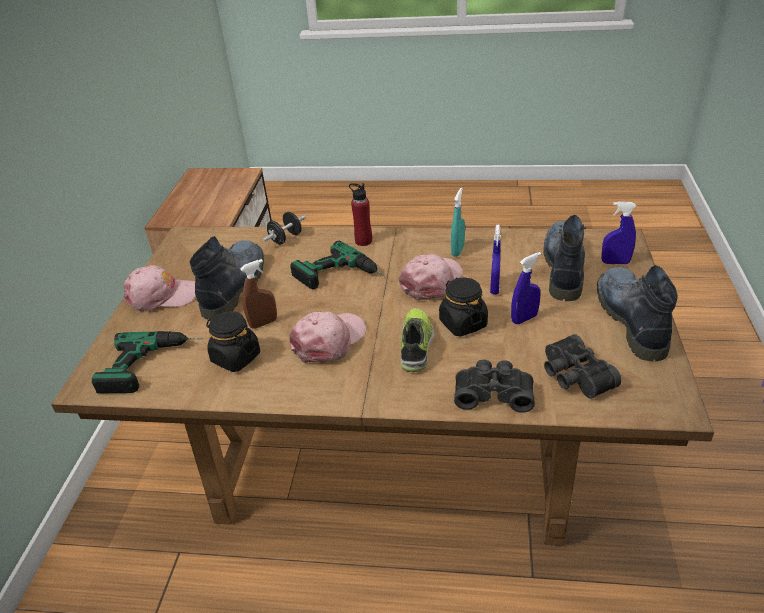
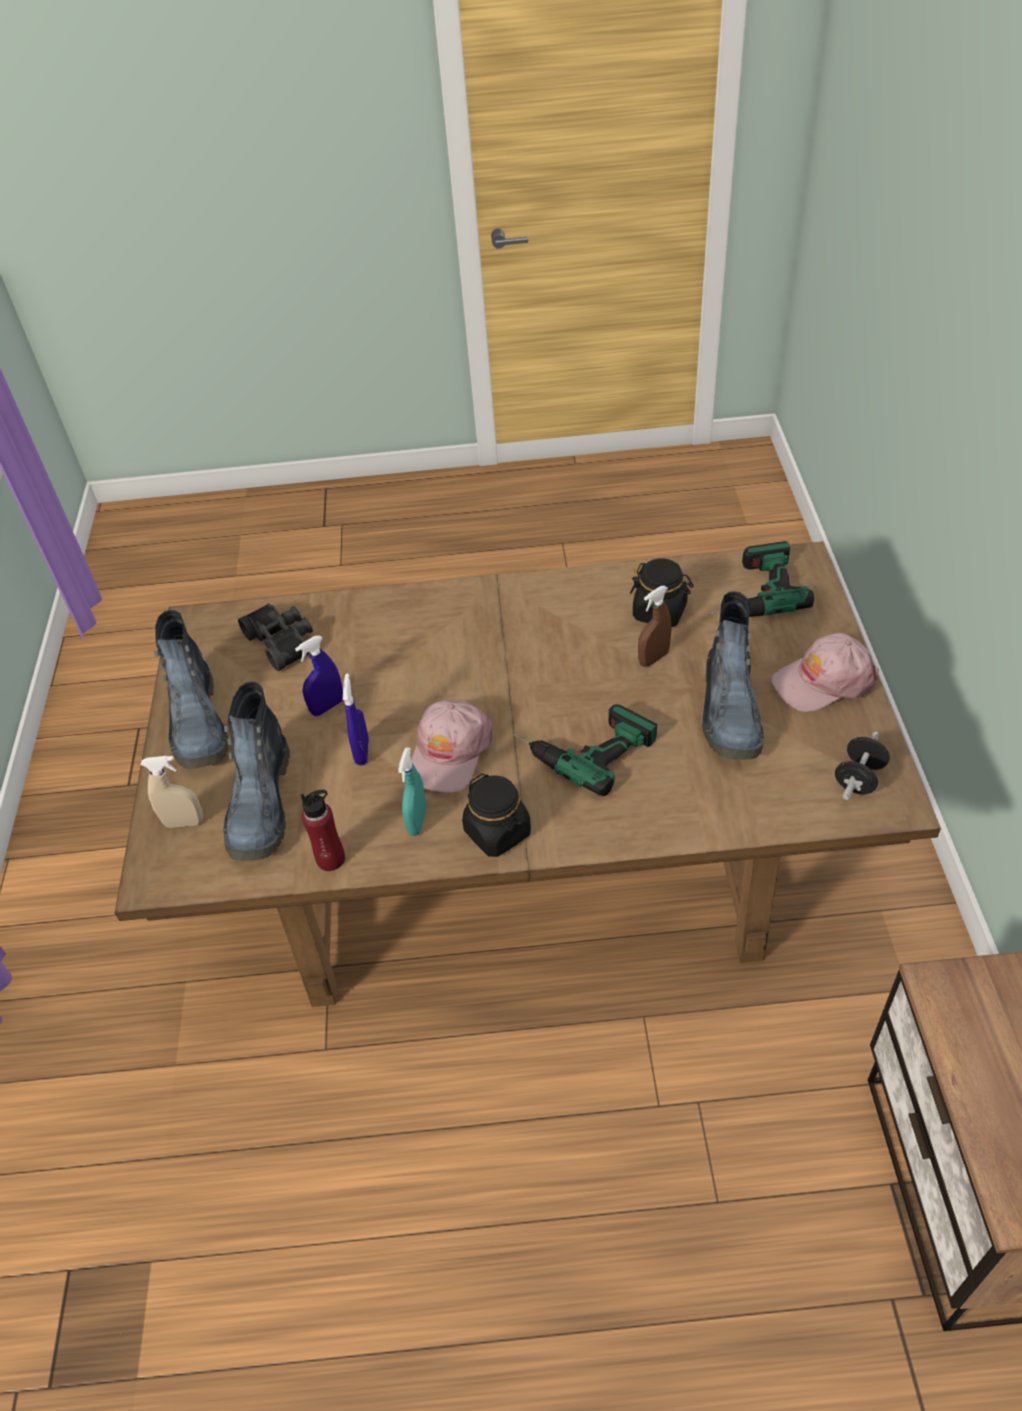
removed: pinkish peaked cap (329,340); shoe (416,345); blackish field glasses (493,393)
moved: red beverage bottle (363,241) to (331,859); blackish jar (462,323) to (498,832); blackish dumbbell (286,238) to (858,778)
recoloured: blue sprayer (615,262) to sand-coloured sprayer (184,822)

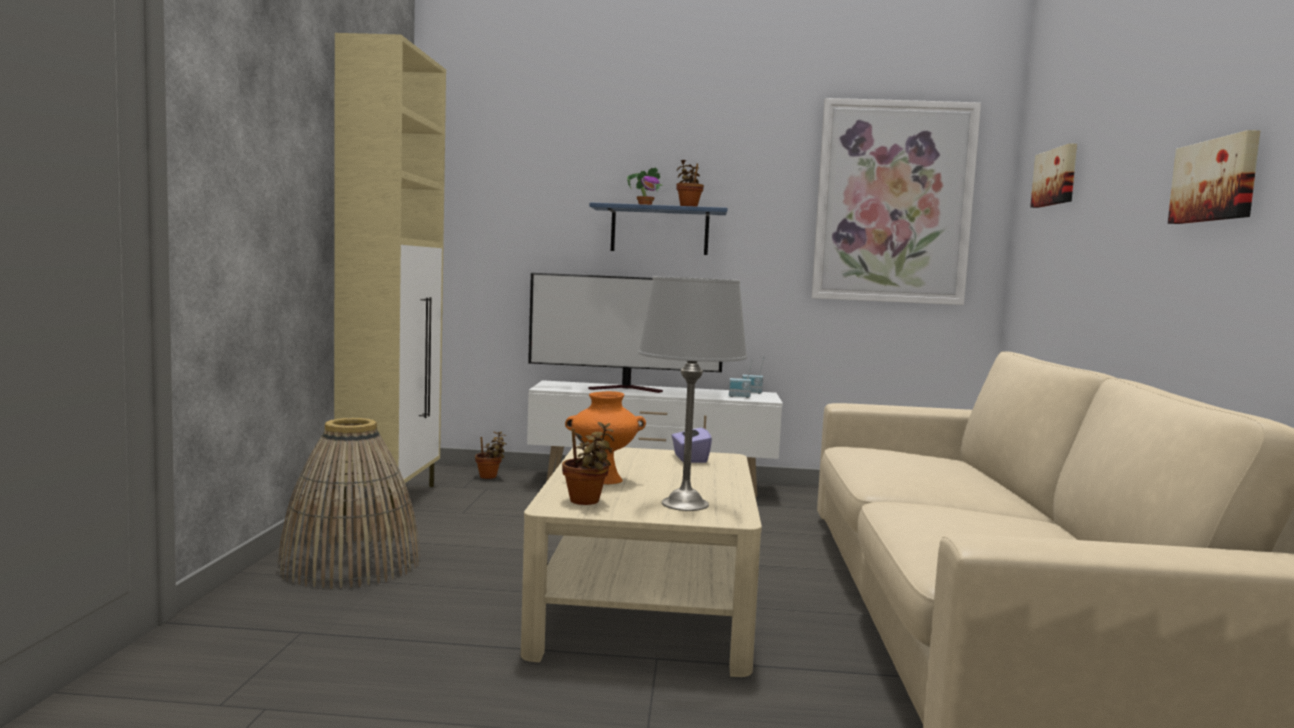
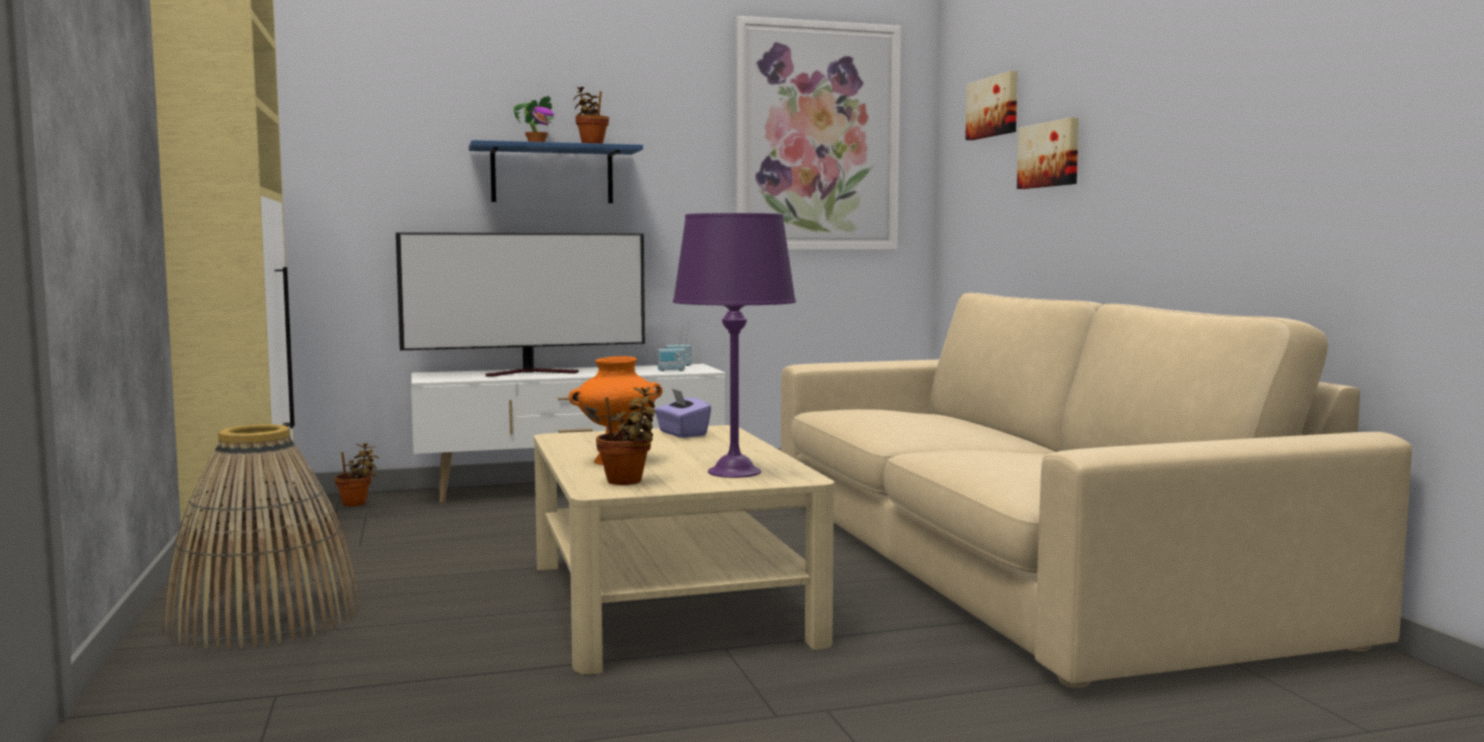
moved: wall picture (1216,180) to (1050,154)
recoloured: gray lamp for a table (685,504) to purple lamp for a table (735,472)

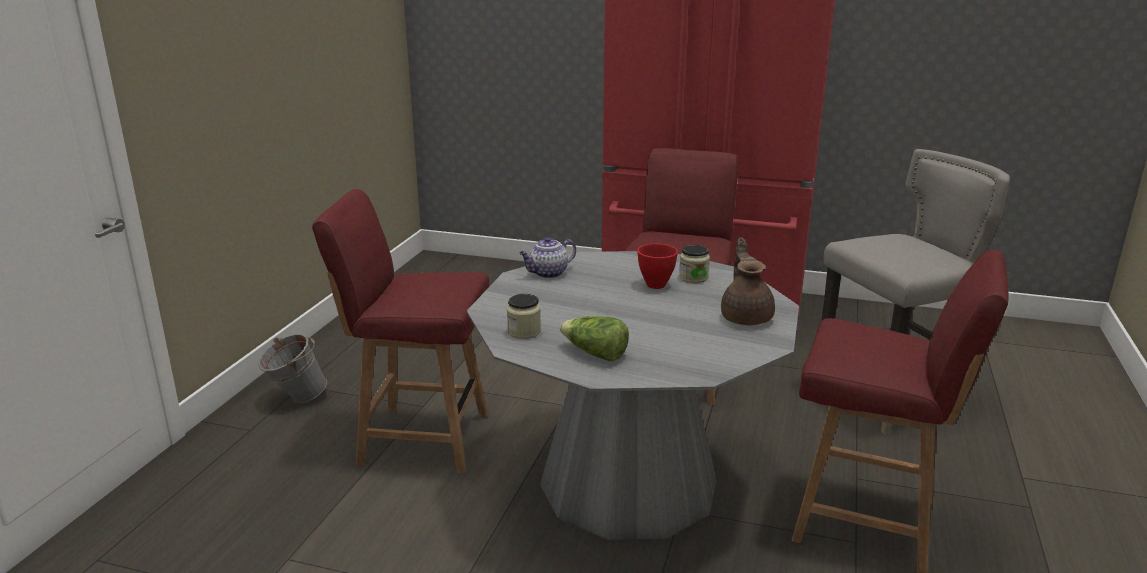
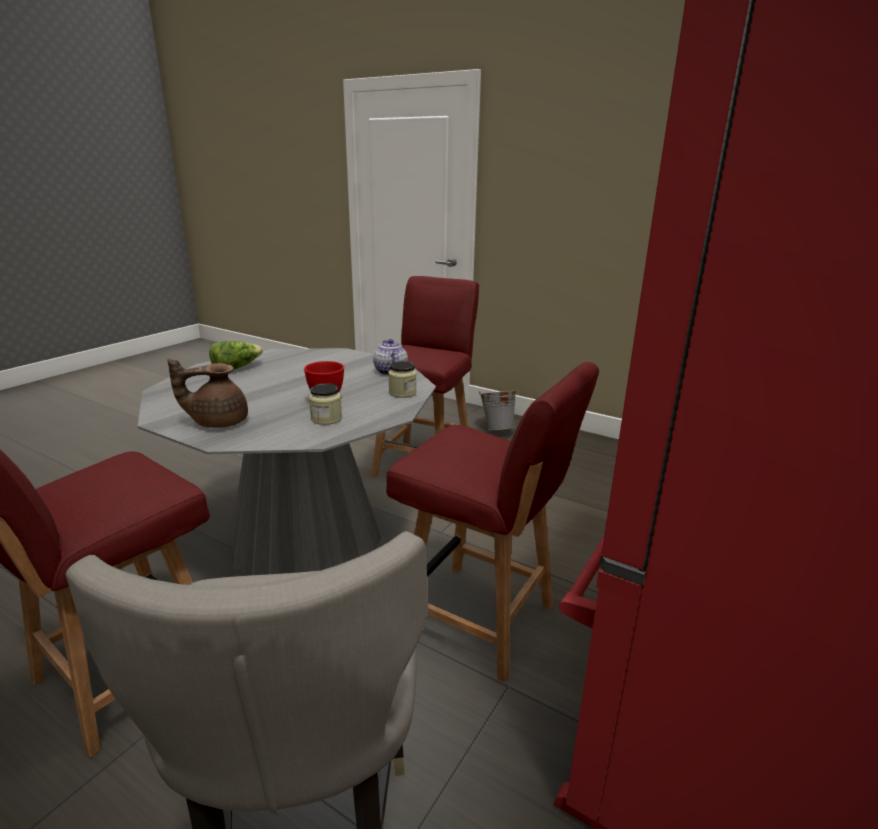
moved: jar (524,332) to (402,393)
turned: brownish teapot (746,317) = (218,422) 150 degrees clockwise

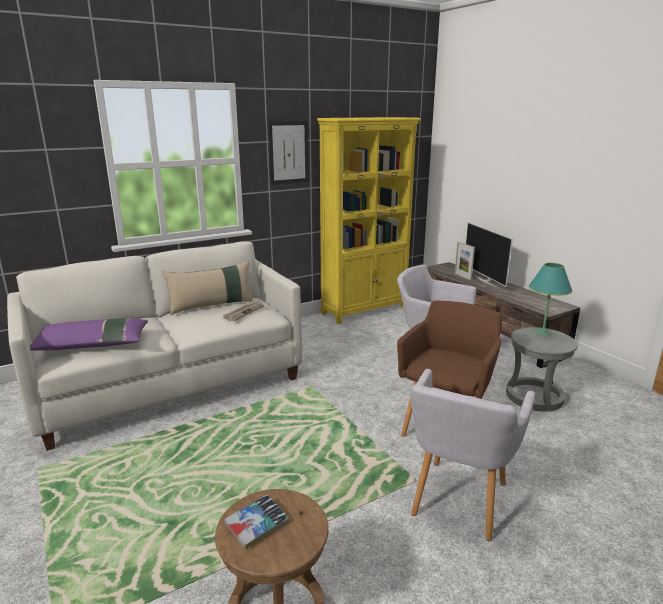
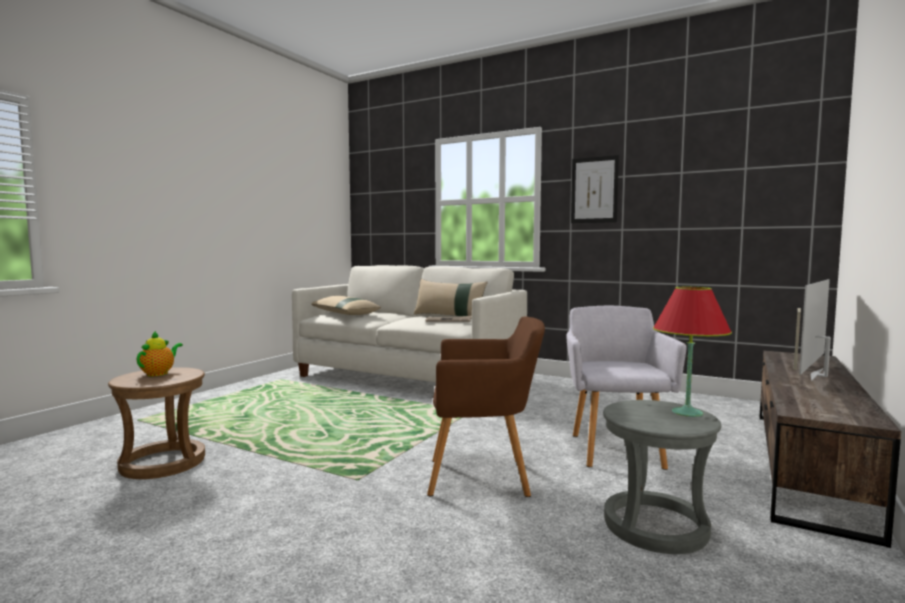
removed: yellow-coloured bookcase (365,310); gray lounge chair (457,501)
replaced: book (257,525) to teapot (159,373)
recoloured: purple pillow (92,344) to sand-coloured pillow (344,313); turquoise lamp for a table (543,332) to red lamp for a table (687,412)

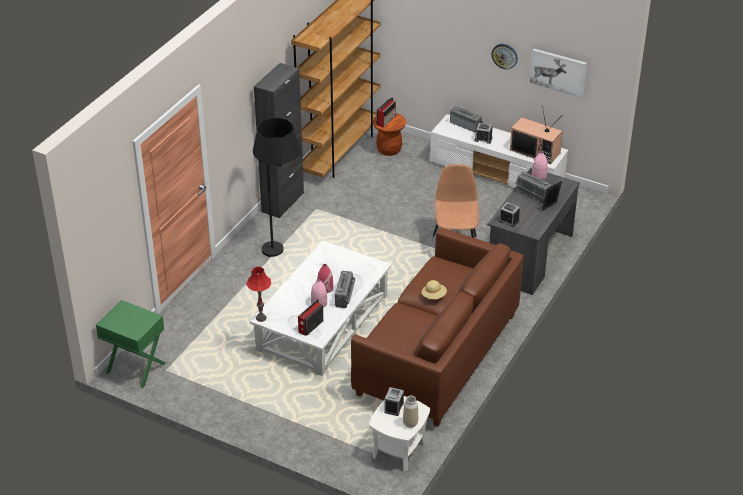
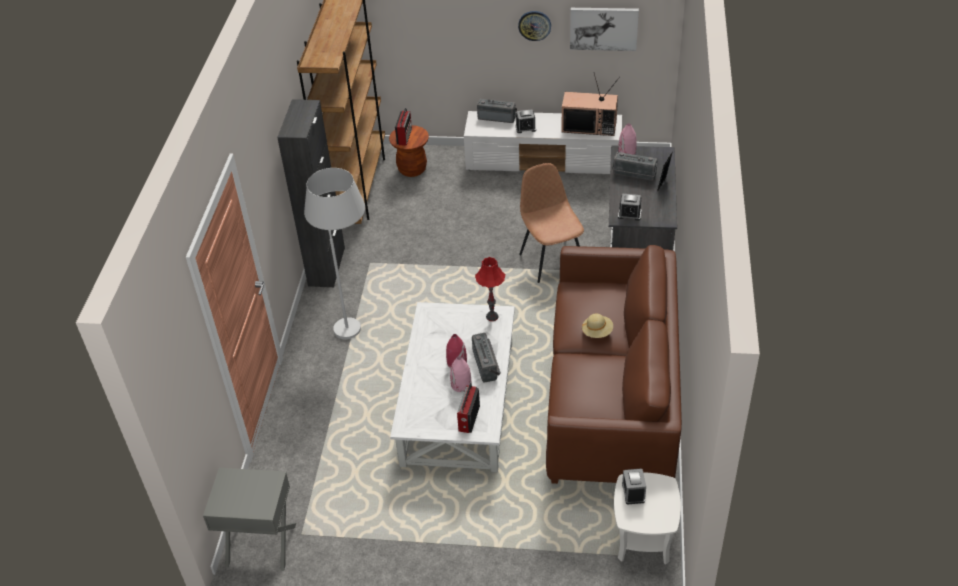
removed: vase (410,423)
moved: red lamp for a table (261,318) to (492,317)
recoloured: greenish night table (135,368) to gray night table (261,545); blackish floor lamp (281,244) to whitish floor lamp (353,319)

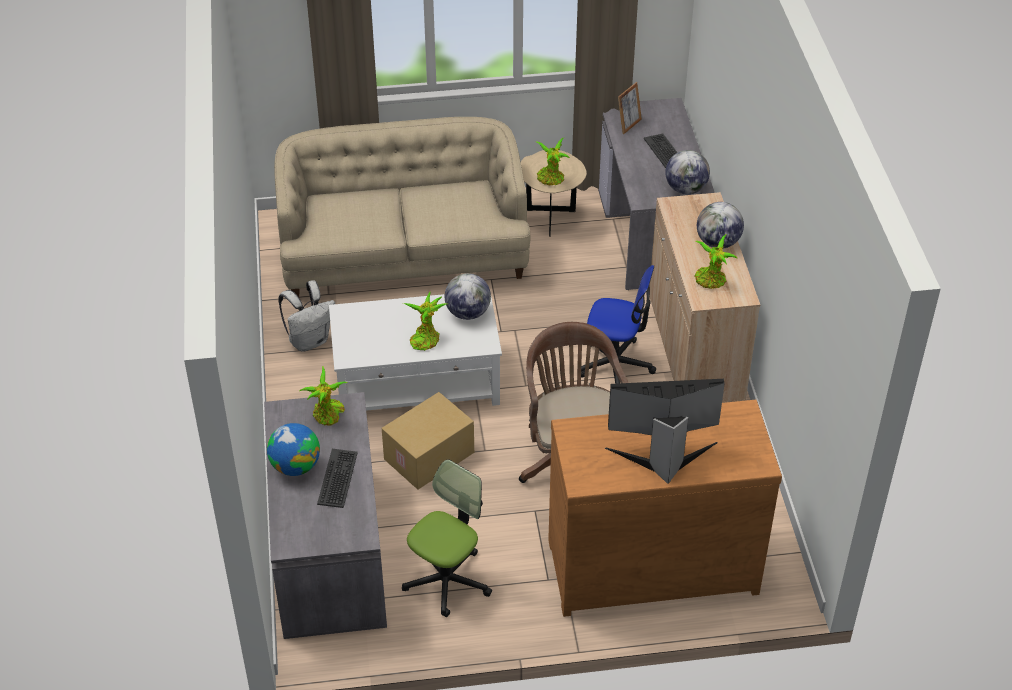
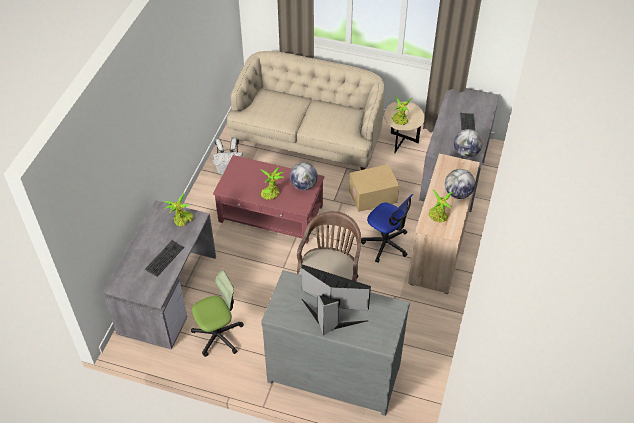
removed: world globe (295,466); photo frame (628,125)
moved: carton (429,457) to (372,197)
recoloured: whitish coffee table (417,381) to red coffee table (271,214); brownish drawer chest (650,563) to gray drawer chest (334,371)

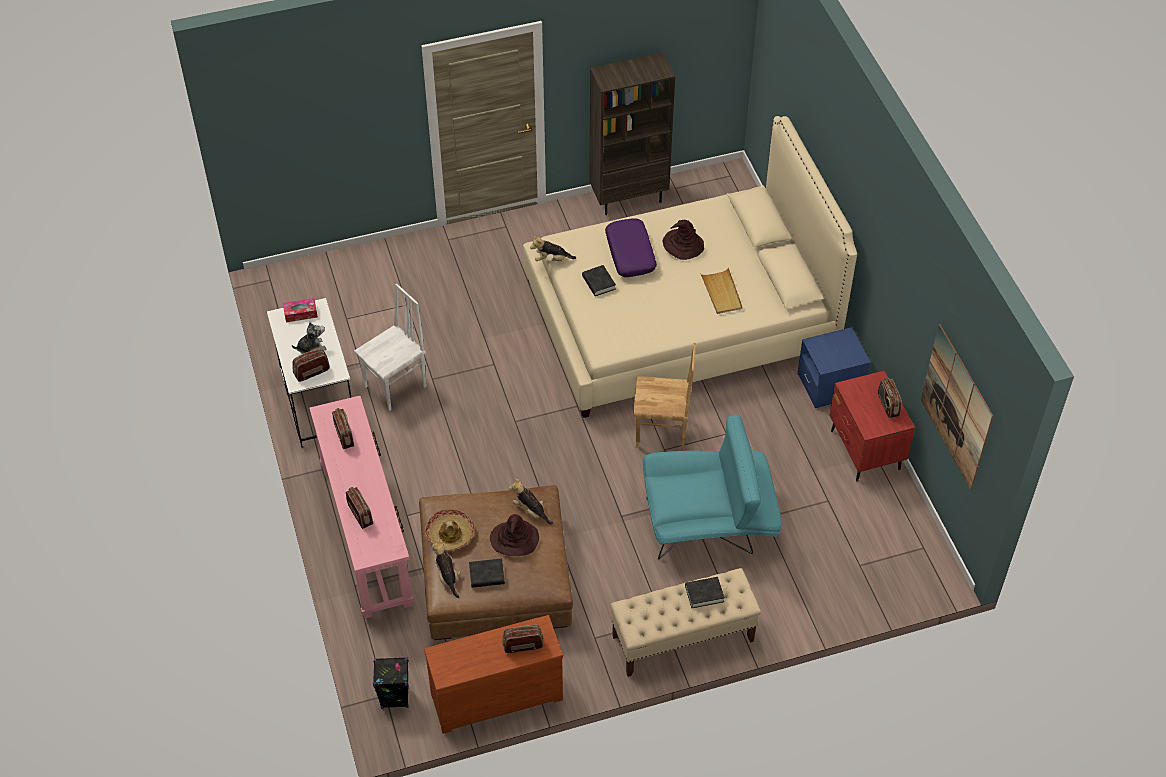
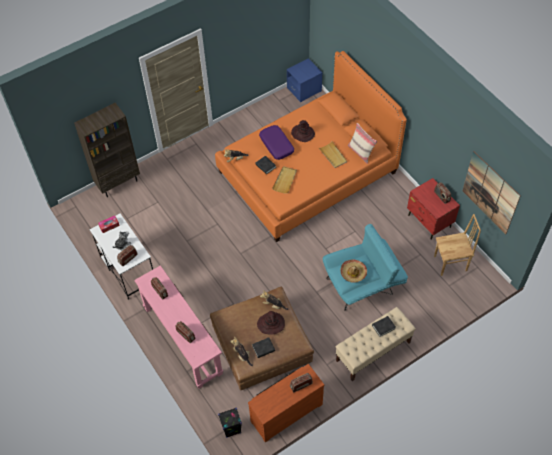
removed: whitish chair (396,387)
added: sand-coloured serving tray (285,180); sand-coloured pillow (361,152)
moved: brownish bookcase (629,198) to (118,183); blue night table (830,385) to (304,89); wearable hat (450,534) to (353,273); brownish chair (661,434) to (450,264)
recoloured: sand-coloured sleeping bed (680,316) to orange sleeping bed (307,171)

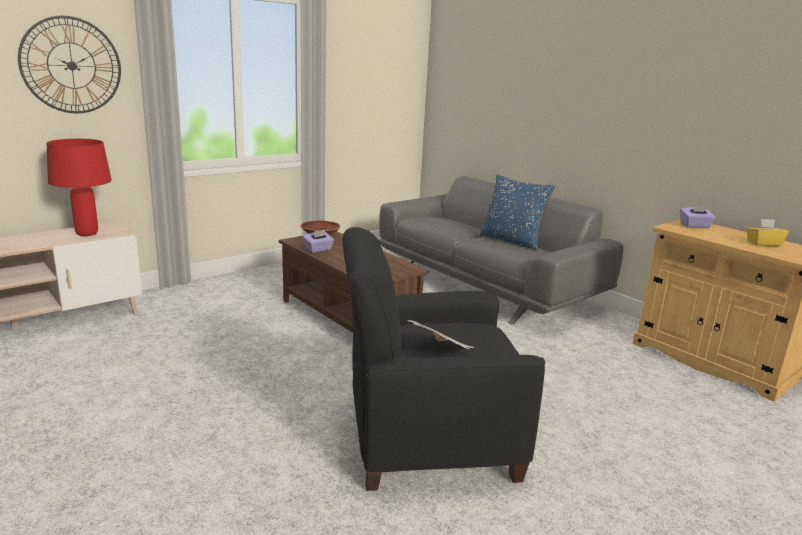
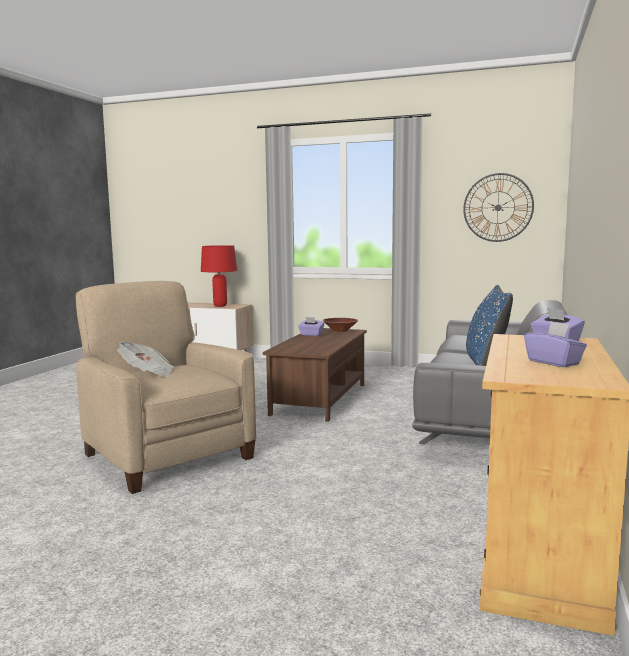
moved: hanging clock (71,65) to (498,207)
recoloured: blackish lounge chair (427,436) to sand-coloured lounge chair (167,455); yellow-coloured tissue holder (763,244) to purple tissue holder (554,362)

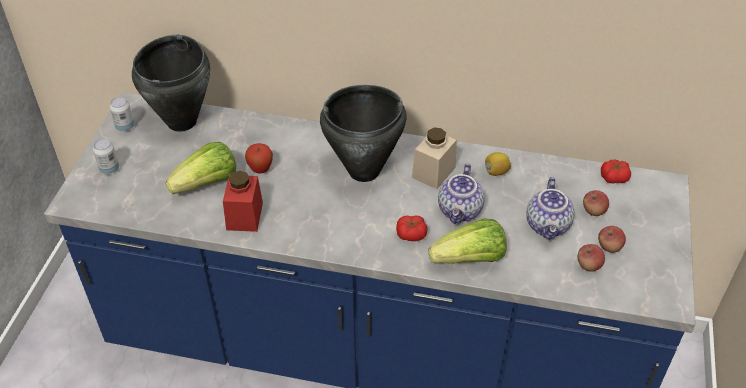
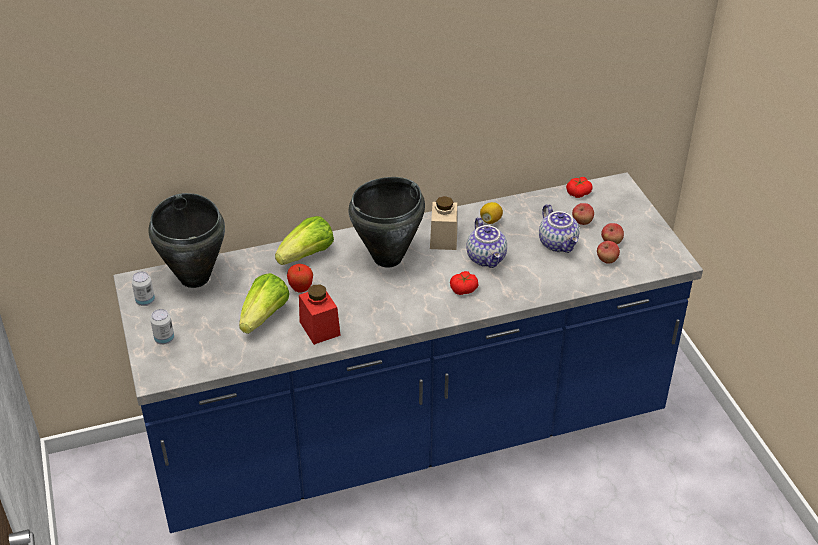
moved: head of lettuce (470,259) to (307,255)

